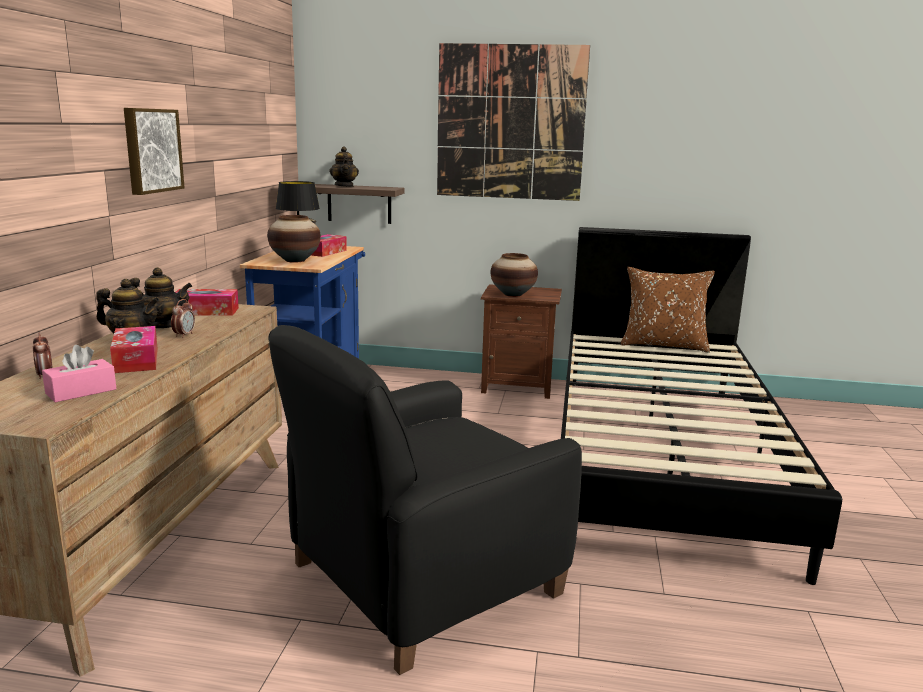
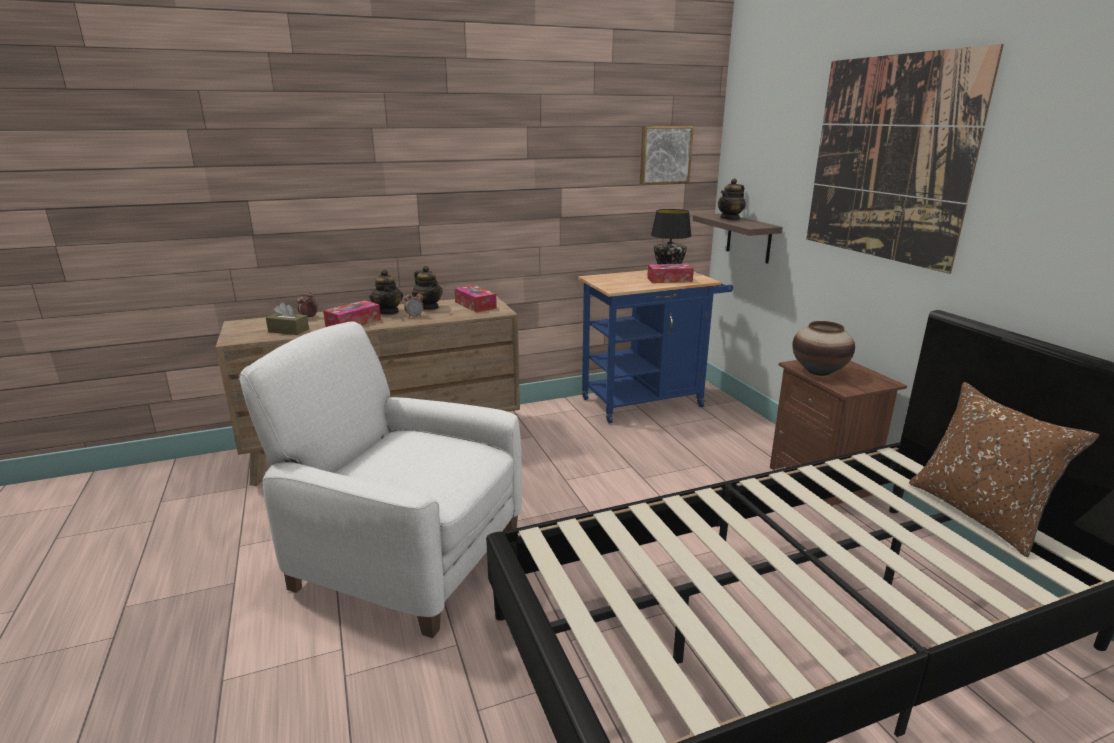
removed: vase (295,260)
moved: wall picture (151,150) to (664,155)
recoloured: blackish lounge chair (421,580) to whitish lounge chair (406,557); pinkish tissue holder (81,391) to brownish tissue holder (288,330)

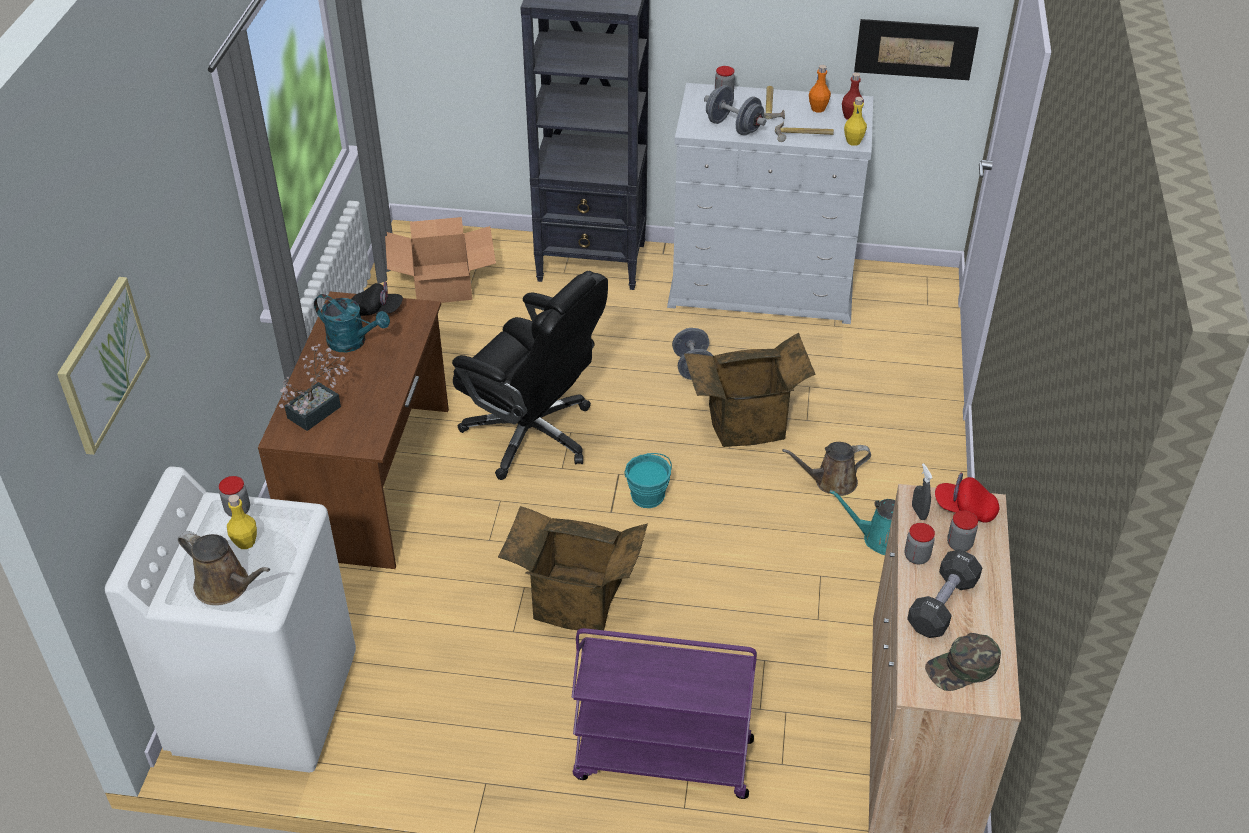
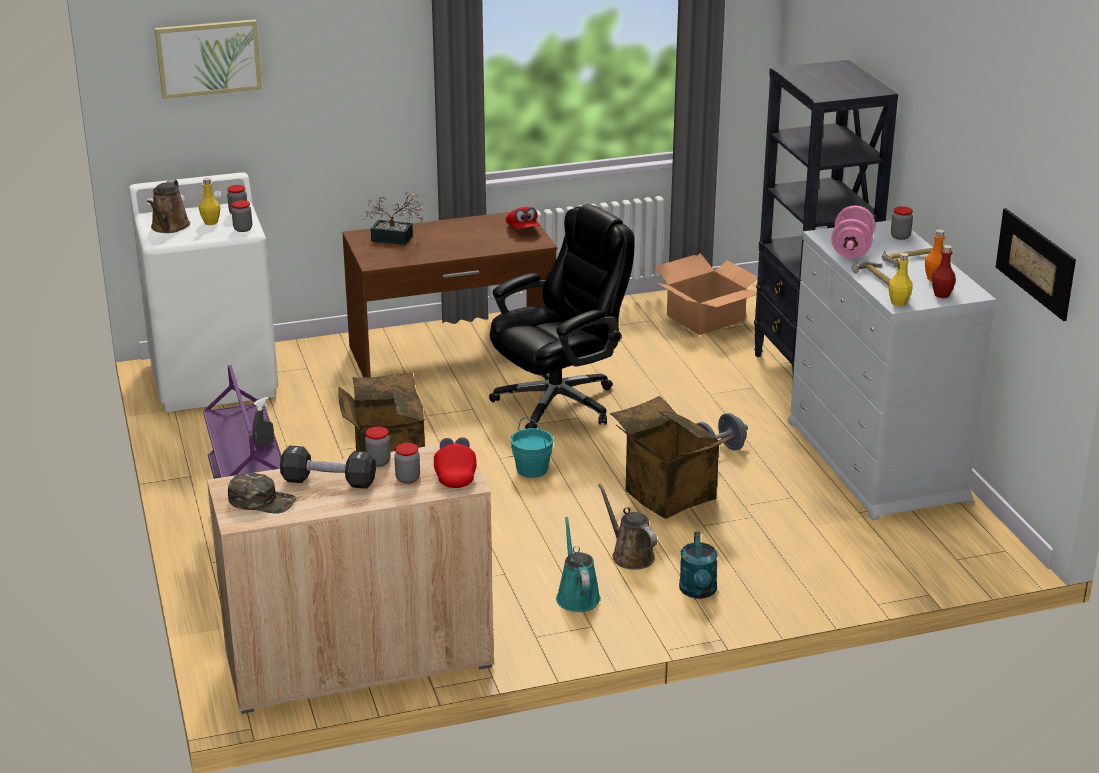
added: jar (243,229)
moved: gray sprayer (919,512) to (264,445); turquoise watering pot (353,342) to (698,592)
recoloured: blackish peaked cap (377,310) to red peaked cap (522,229); gray dumbbell (733,127) to pinkish dumbbell (851,250)
turned: greenish peaked cap (962,668) = (262,501) 150 degrees clockwise; blackish desk chair (532,435) = (559,402) 135 degrees counterclockwise

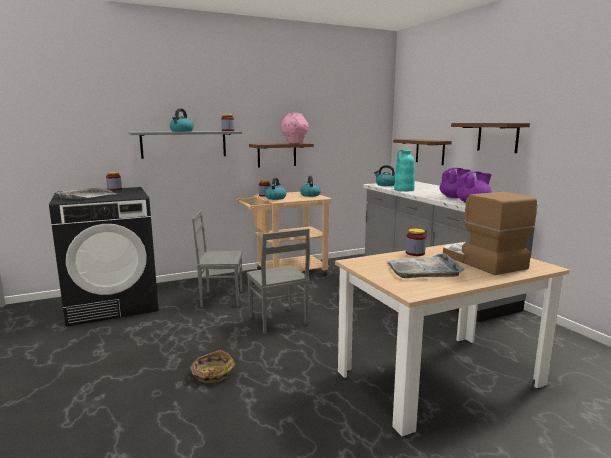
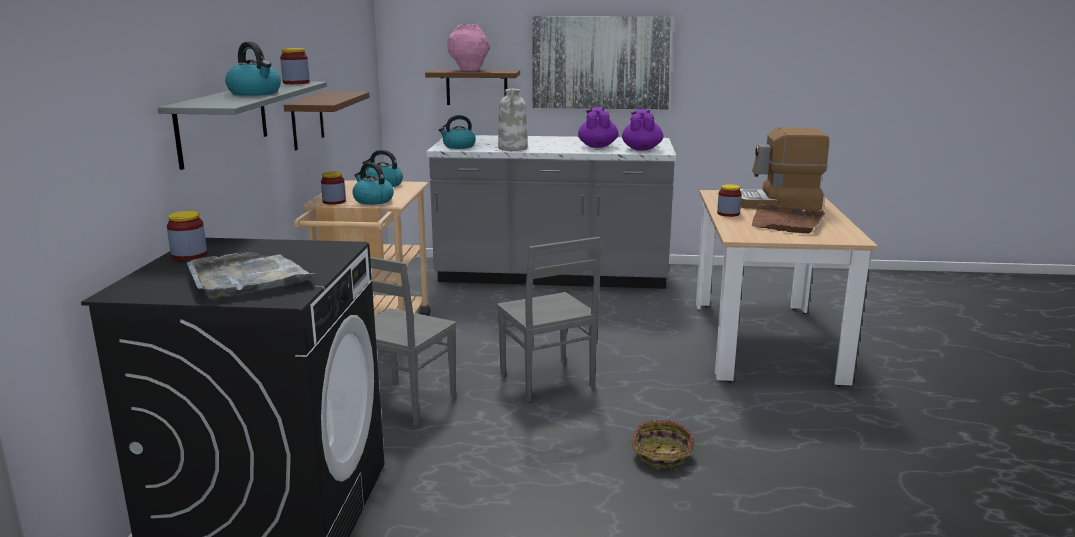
moved: pinkish vase (294,143) to (469,70)
replaced: brownish bracket shelf (497,137) to wall picture (601,63)
recoloured: turquoise vase (404,190) to whitish vase (513,148); gray serving tray (423,269) to brownish serving tray (786,222)
turned: gray chair (277,321) = (546,381) 60 degrees clockwise

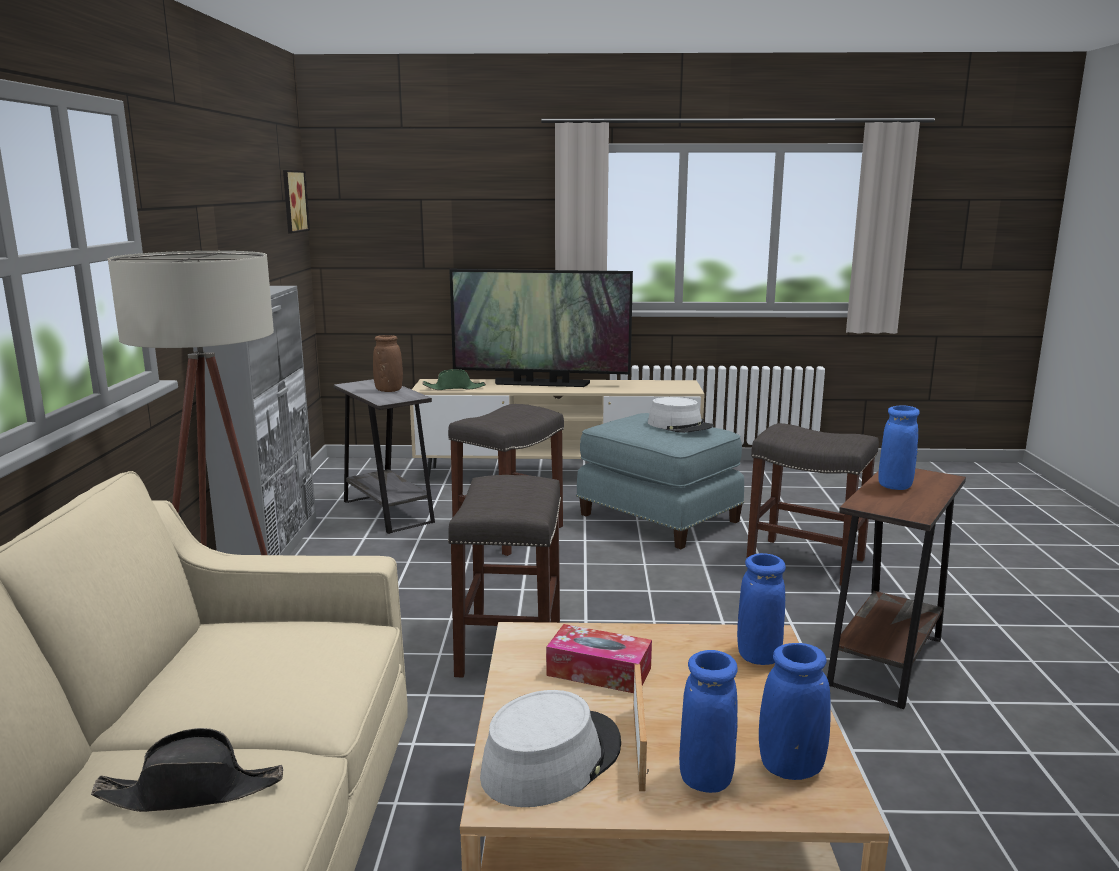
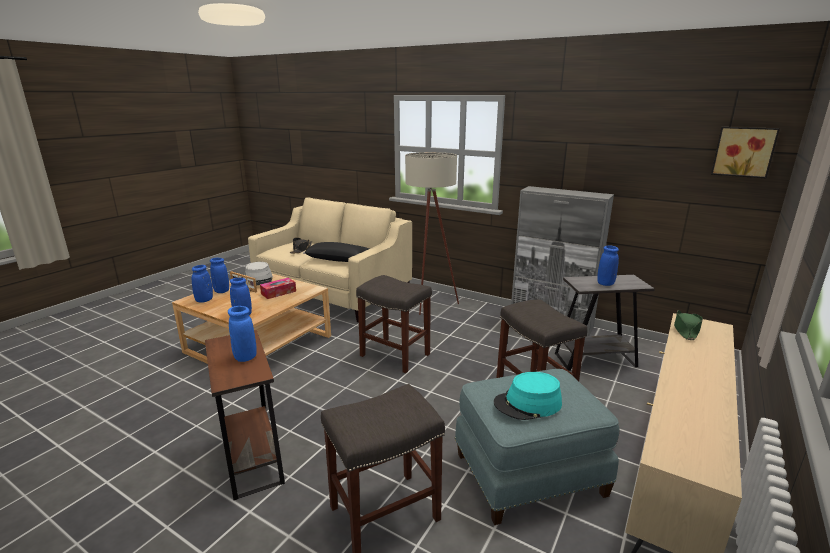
removed: television (541,383)
added: blackish pillow (338,259)
recoloured: gray wearable hat (680,425) to turquoise wearable hat (528,404); brownish vase (389,390) to blue vase (605,284)

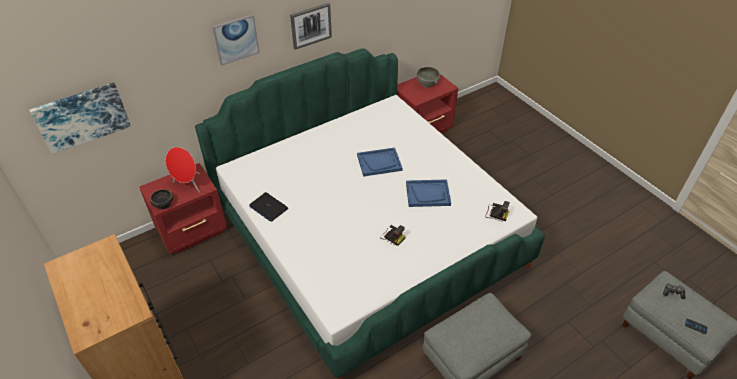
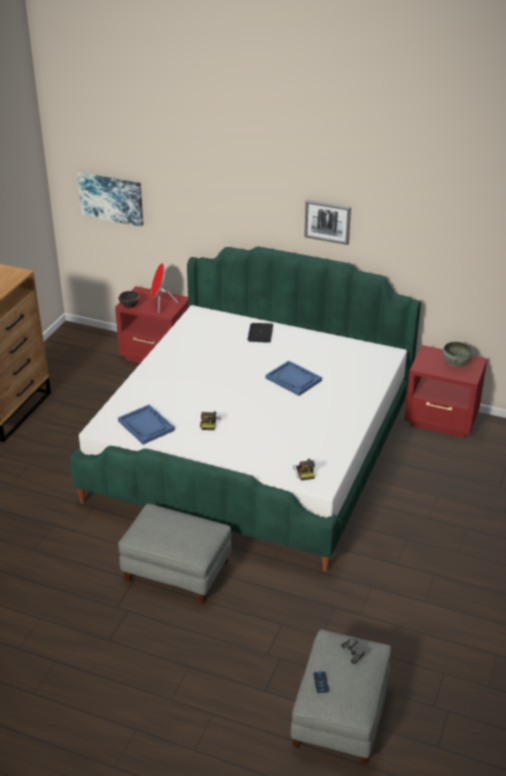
removed: wall picture (236,39)
moved: blue serving tray (428,194) to (146,426); portable computer (268,207) to (260,333)

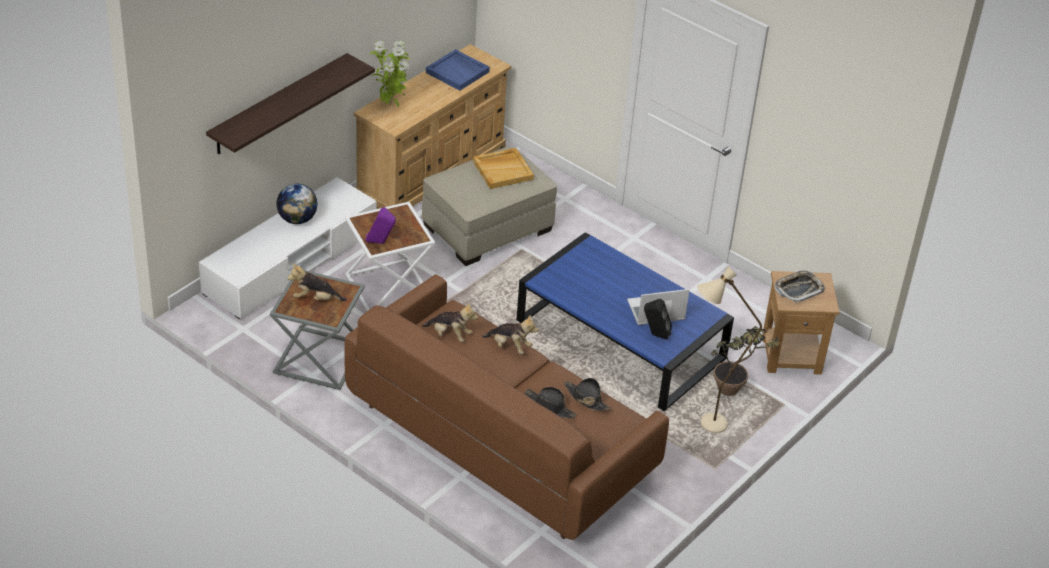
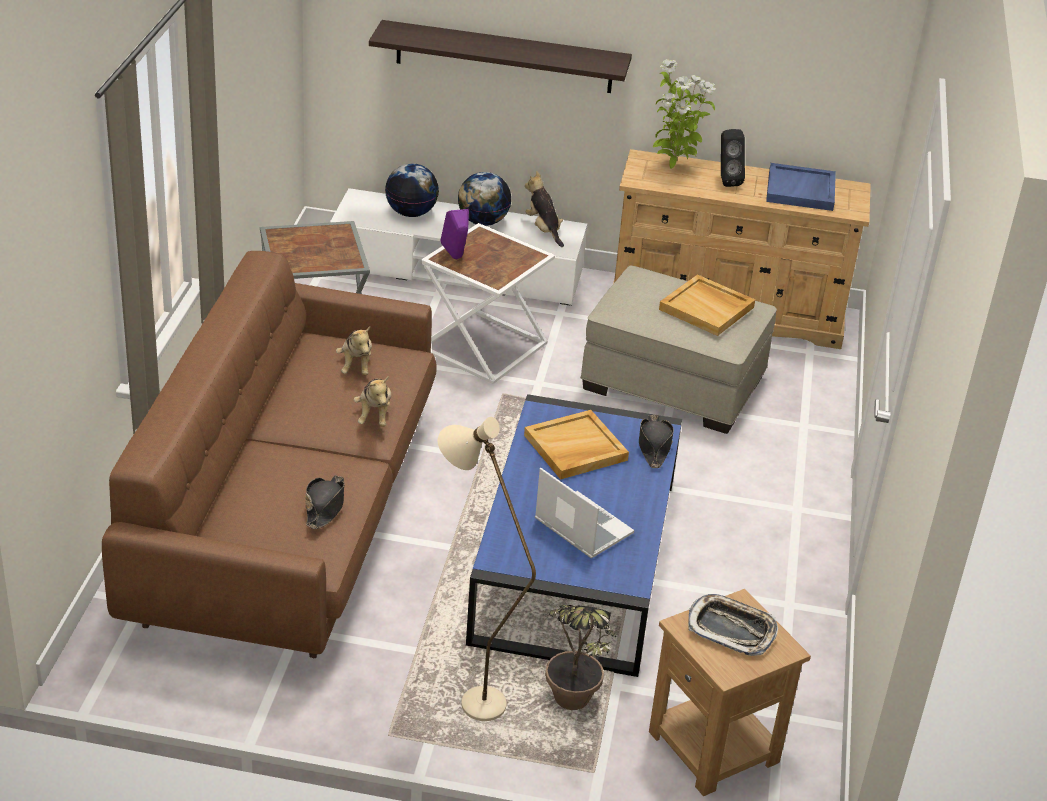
added: world globe (411,213); sand-coloured serving tray (575,448)
moved: plush toy (315,299) to (543,229); blackish wearable hat (550,406) to (654,446); blackish audio speaker (655,335) to (726,181)

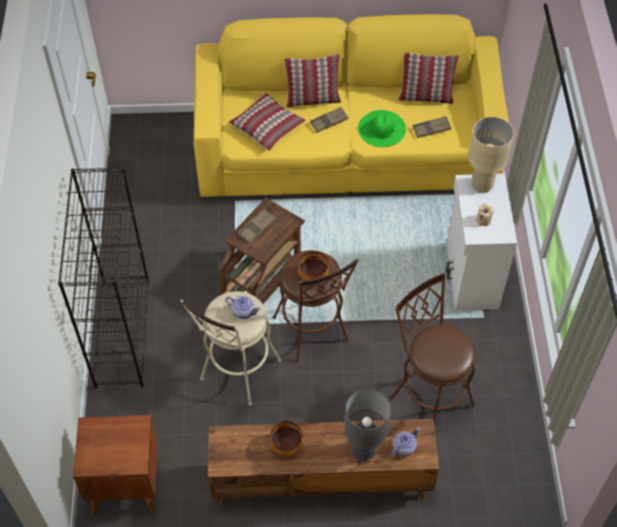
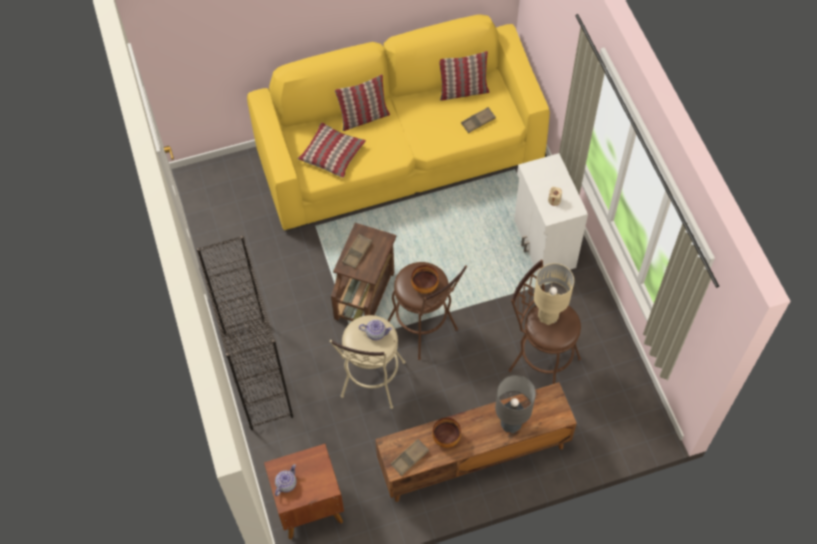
removed: greenish wearable hat (381,128)
moved: teapot (403,447) to (286,483); brownish serving tray (329,122) to (409,458); sand-coloured lamp for a table (482,185) to (548,316)

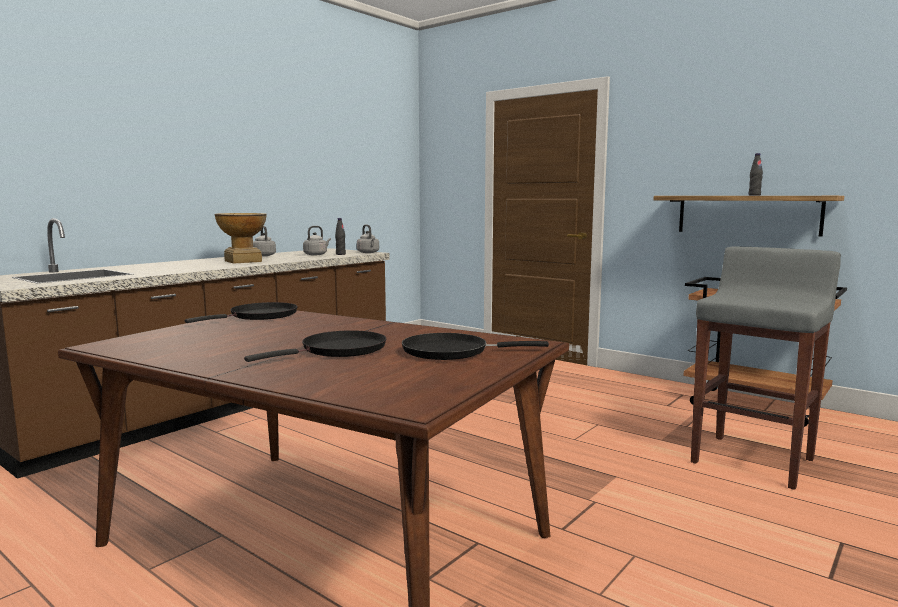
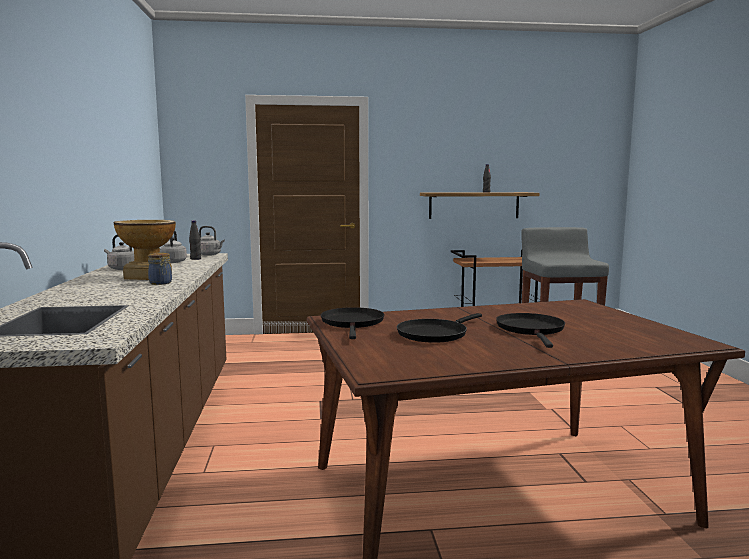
added: jar (161,283)
moved: blackish pan (451,351) to (435,334)

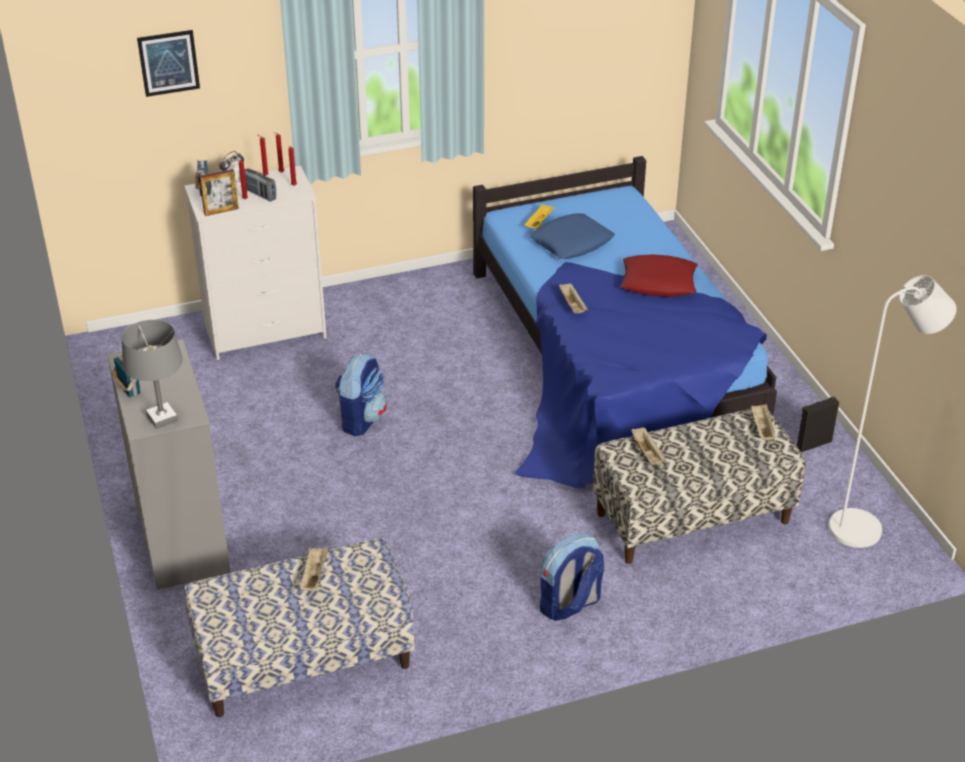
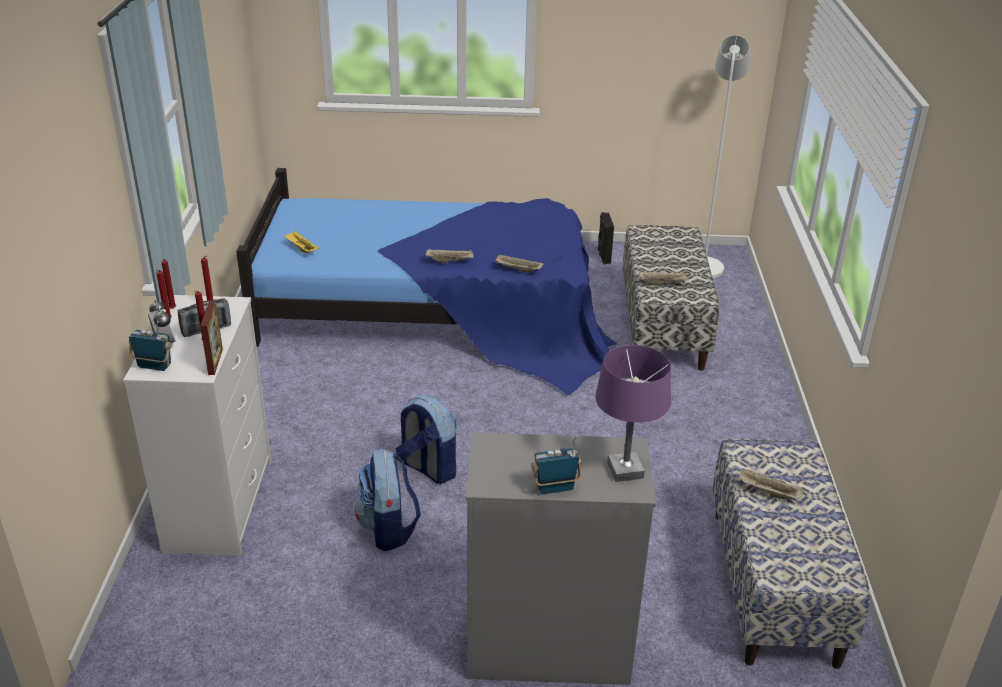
removed: wall picture (168,63); blue pillow (571,243); red pillow (658,282)
moved: knapsack (569,605) to (389,529); sand-coloured serving tray (762,429) to (517,270)
recoloured: gray lamp for a table (162,418) to purple lamp for a table (625,470)

